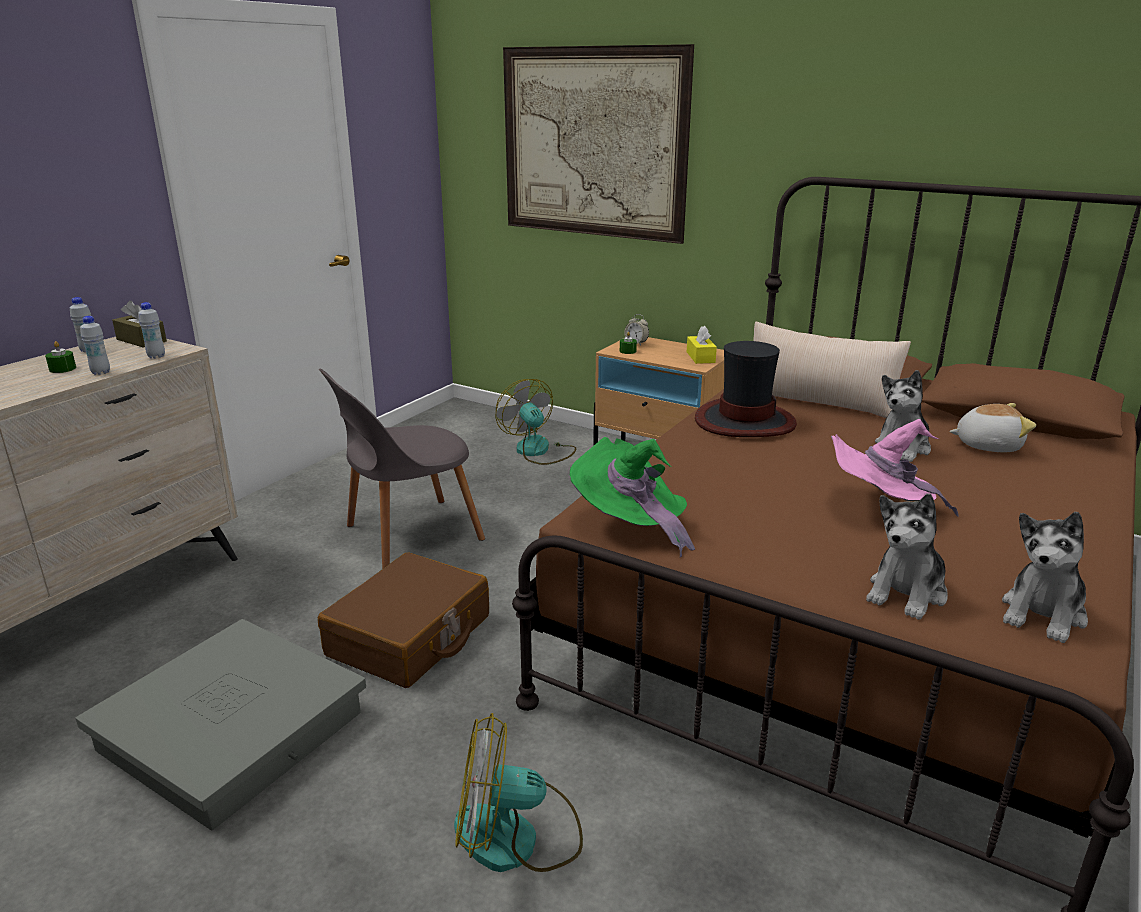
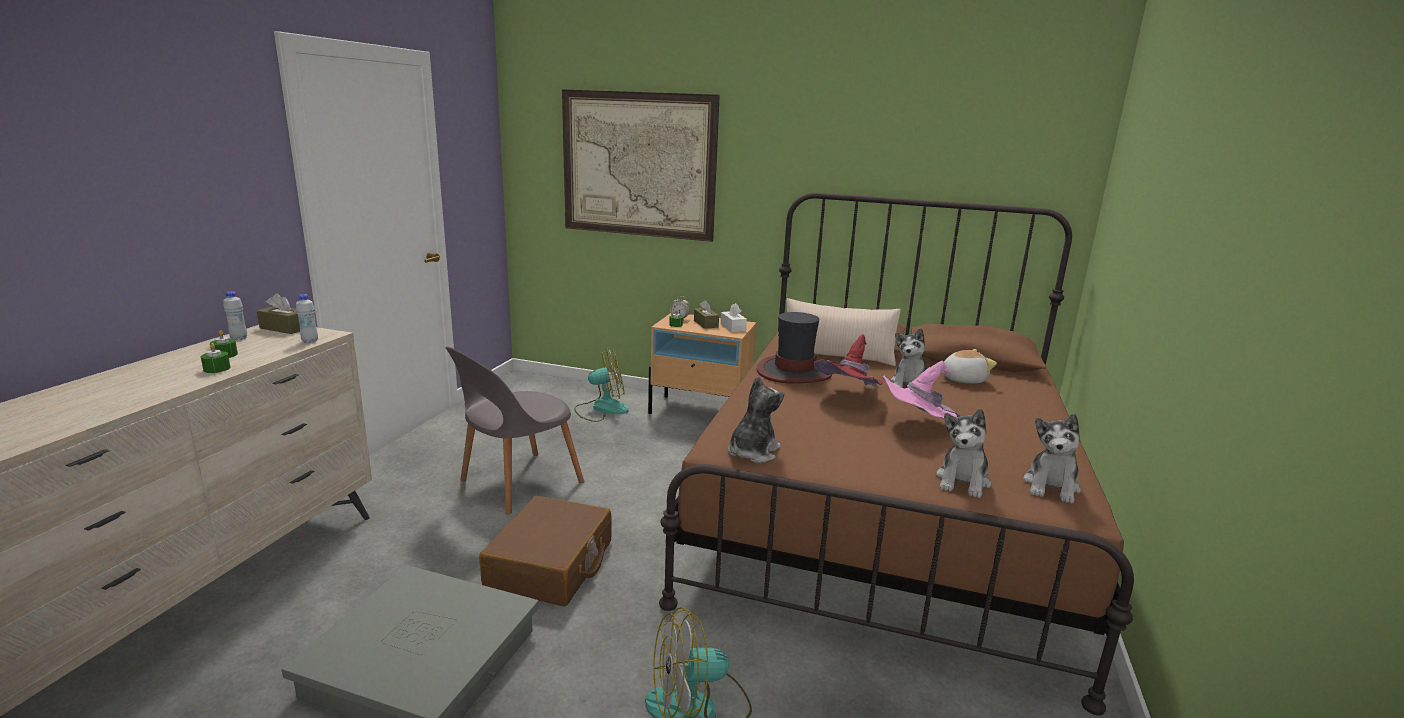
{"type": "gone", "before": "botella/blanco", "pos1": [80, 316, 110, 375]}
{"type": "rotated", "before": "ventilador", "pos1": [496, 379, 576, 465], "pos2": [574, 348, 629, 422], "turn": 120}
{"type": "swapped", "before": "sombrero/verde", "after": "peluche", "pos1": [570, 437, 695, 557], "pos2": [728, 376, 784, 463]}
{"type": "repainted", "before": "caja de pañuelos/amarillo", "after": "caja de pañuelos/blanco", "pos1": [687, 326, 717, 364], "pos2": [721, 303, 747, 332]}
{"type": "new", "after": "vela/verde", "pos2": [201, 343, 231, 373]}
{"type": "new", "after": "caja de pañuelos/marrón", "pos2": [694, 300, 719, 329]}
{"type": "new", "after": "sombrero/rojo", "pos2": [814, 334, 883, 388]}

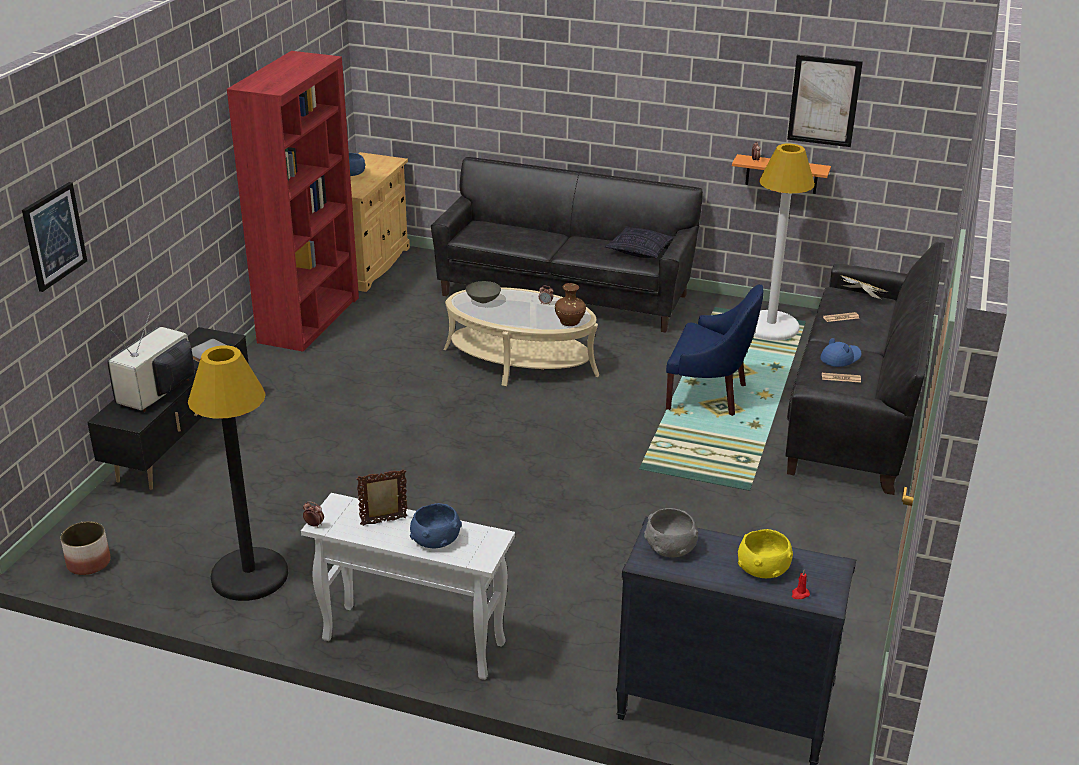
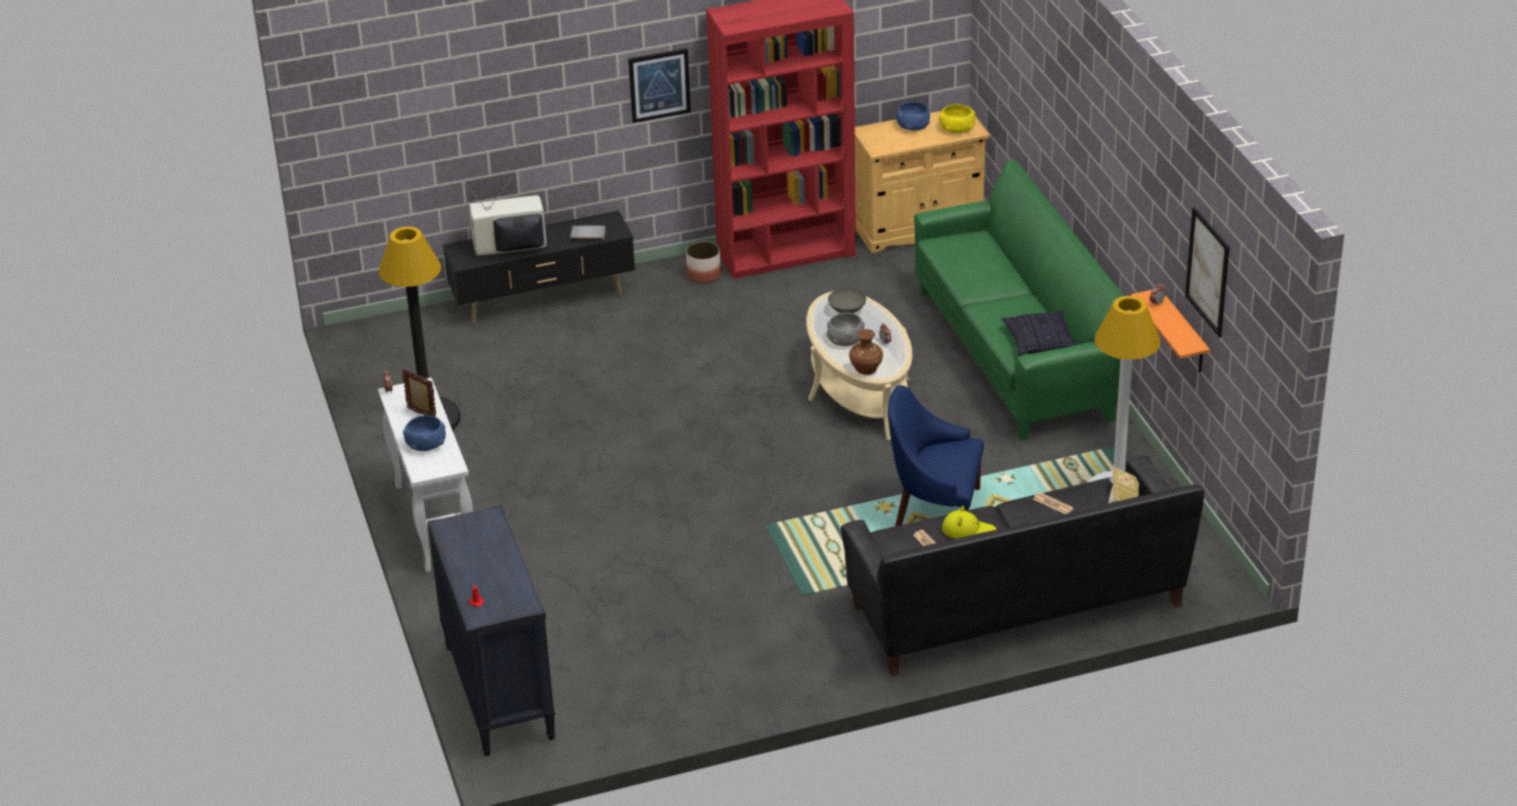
{"type": "shifted", "before": "cuadro", "pos1": [22, 182, 87, 292], "pos2": [628, 48, 691, 123]}
{"type": "shifted", "before": "maceta", "pos1": [60, 521, 111, 575], "pos2": [686, 241, 721, 284]}
{"type": "repainted", "before": "sofá/negro", "after": "sofá/verde", "pos1": [431, 157, 703, 333], "pos2": [914, 160, 1124, 441]}
{"type": "shifted", "before": "cuenco/gris", "pos1": [644, 508, 698, 557], "pos2": [826, 312, 865, 346]}
{"type": "rotated", "before": "sillón/azul", "pos1": [666, 284, 763, 416], "pos2": [888, 385, 984, 526], "turn": 120}
{"type": "shifted", "before": "cuenco/amarillo", "pos1": [738, 529, 793, 578], "pos2": [939, 104, 975, 133]}
{"type": "repainted", "before": "sombrero/azul", "after": "sombrero/amarillo", "pos1": [820, 338, 862, 367], "pos2": [942, 506, 997, 539]}

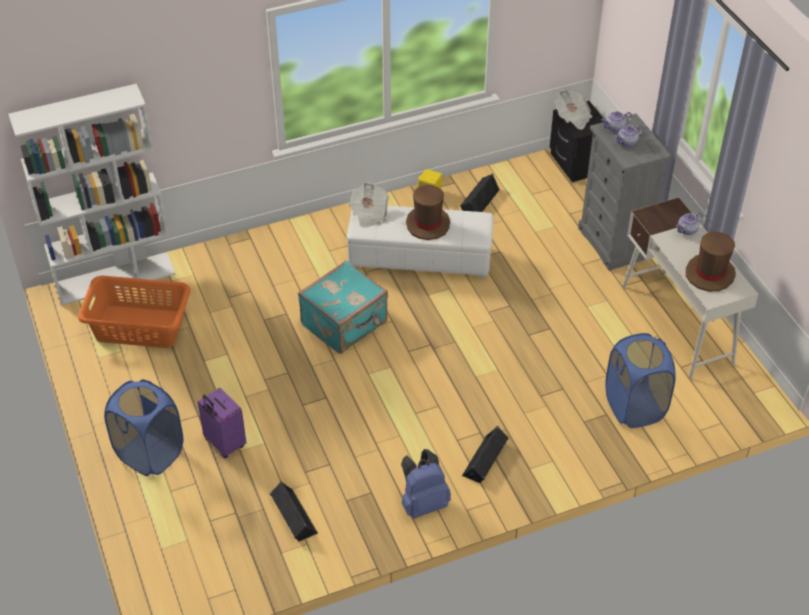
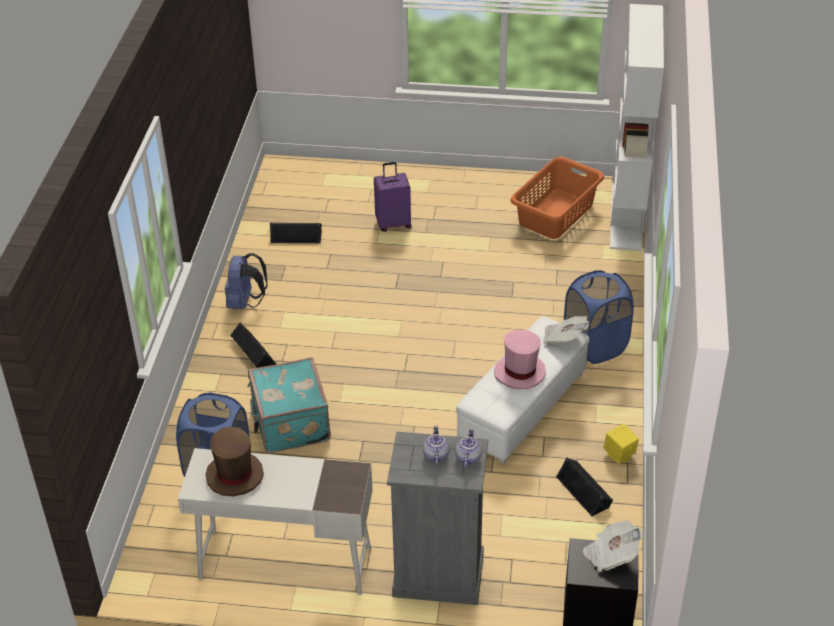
{"type": "shifted", "before": "cesto de la ropa/azul", "pos1": [104, 380, 183, 476], "pos2": [564, 270, 634, 364]}
{"type": "shifted", "before": "maleta/turquesa", "pos1": [298, 260, 388, 354], "pos2": [248, 357, 331, 453]}
{"type": "repainted", "before": "sombrero/marrón", "after": "sombrero/rosa", "pos1": [406, 185, 450, 240], "pos2": [494, 330, 546, 389]}
{"type": "gone", "before": "tetera", "pos1": [676, 212, 703, 235]}

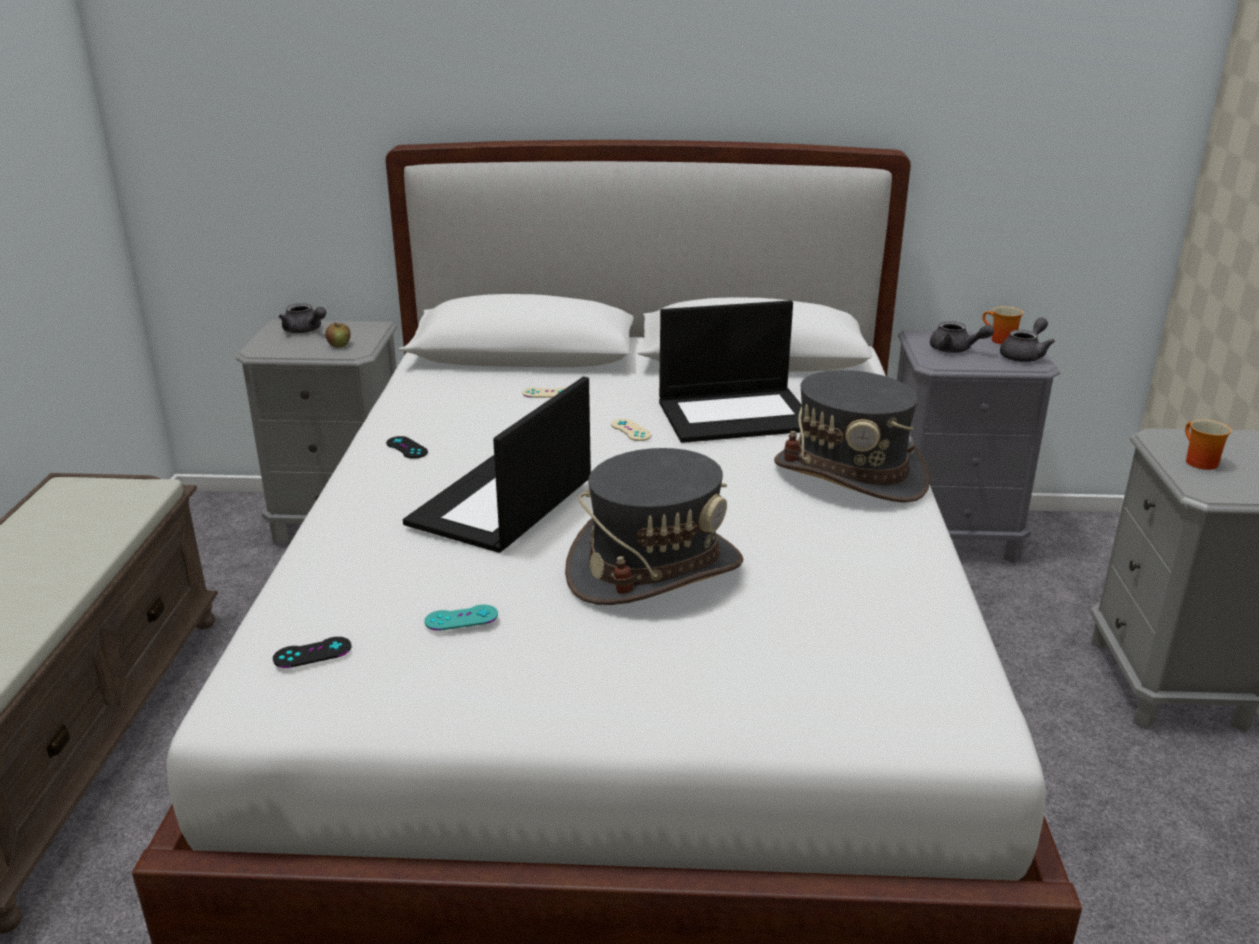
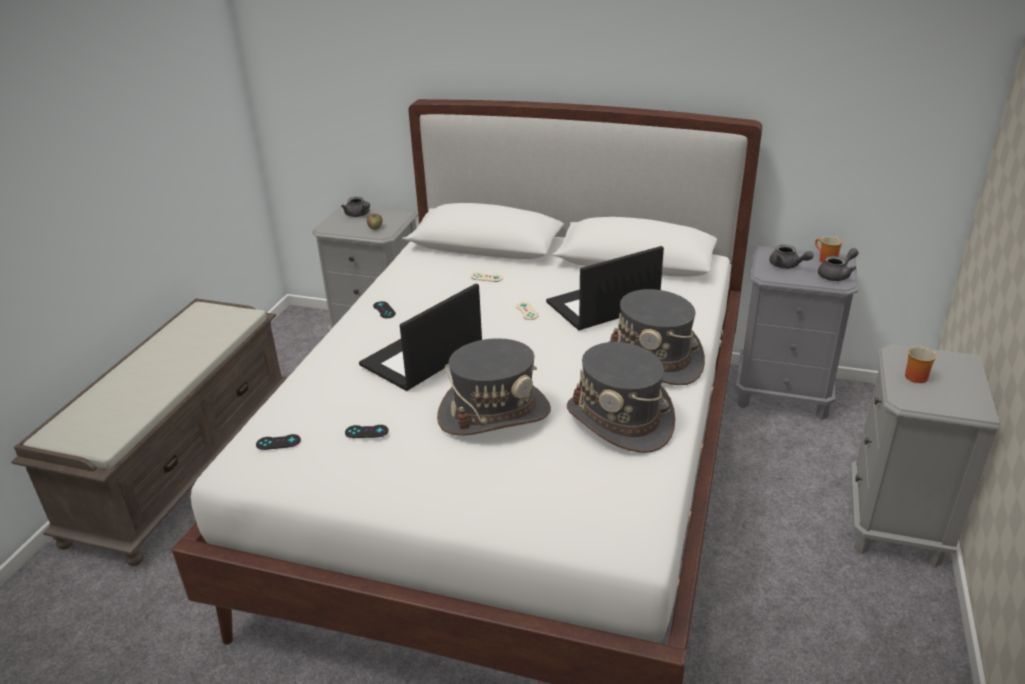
{"type": "repainted", "before": "mando de consola/turquesa", "after": "mando de consola/negro", "pos1": [424, 605, 498, 631], "pos2": [345, 425, 389, 438]}
{"type": "rotated", "before": "portátil", "pos1": [659, 300, 802, 443], "pos2": [546, 246, 664, 330], "turn": 150}
{"type": "new", "after": "sombrero/gris", "pos2": [567, 342, 675, 453]}

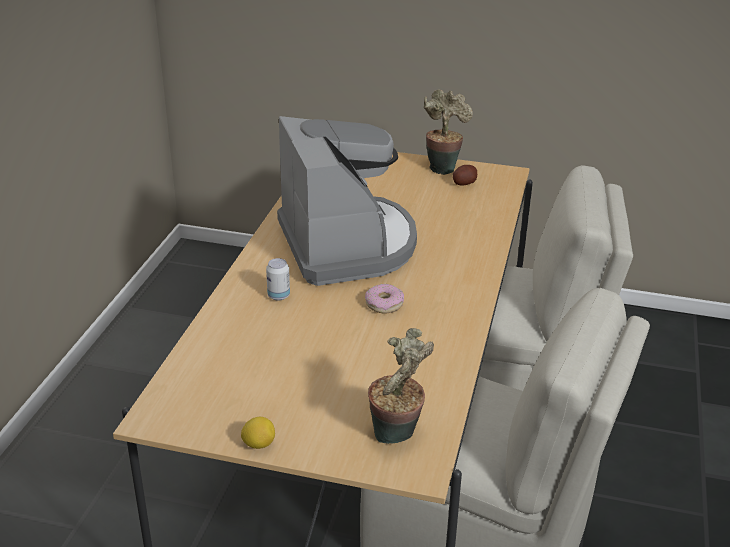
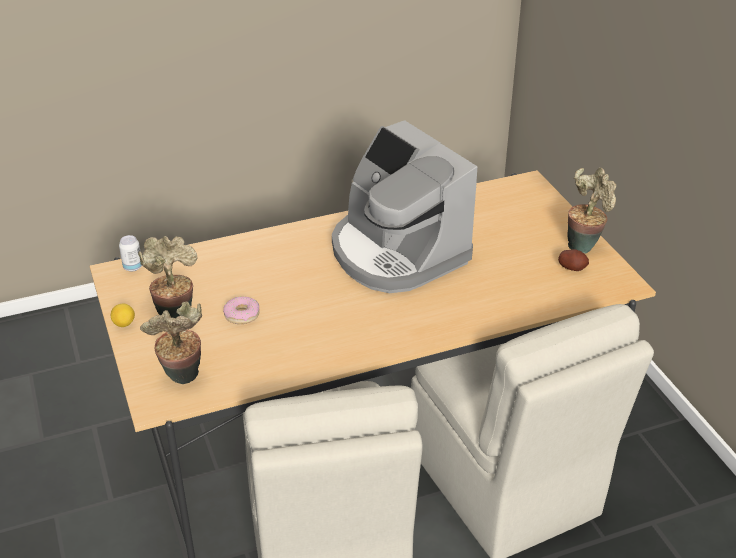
{"type": "shifted", "before": "lata", "pos1": [266, 258, 290, 301], "pos2": [119, 235, 142, 272]}
{"type": "rotated", "before": "cafetera", "pos1": [277, 116, 417, 286], "pos2": [332, 120, 478, 293], "turn": 105}
{"type": "shifted", "before": "rosquilla", "pos1": [365, 284, 404, 314], "pos2": [223, 296, 260, 324]}
{"type": "new", "after": "planta en maceta", "pos2": [138, 236, 197, 318]}

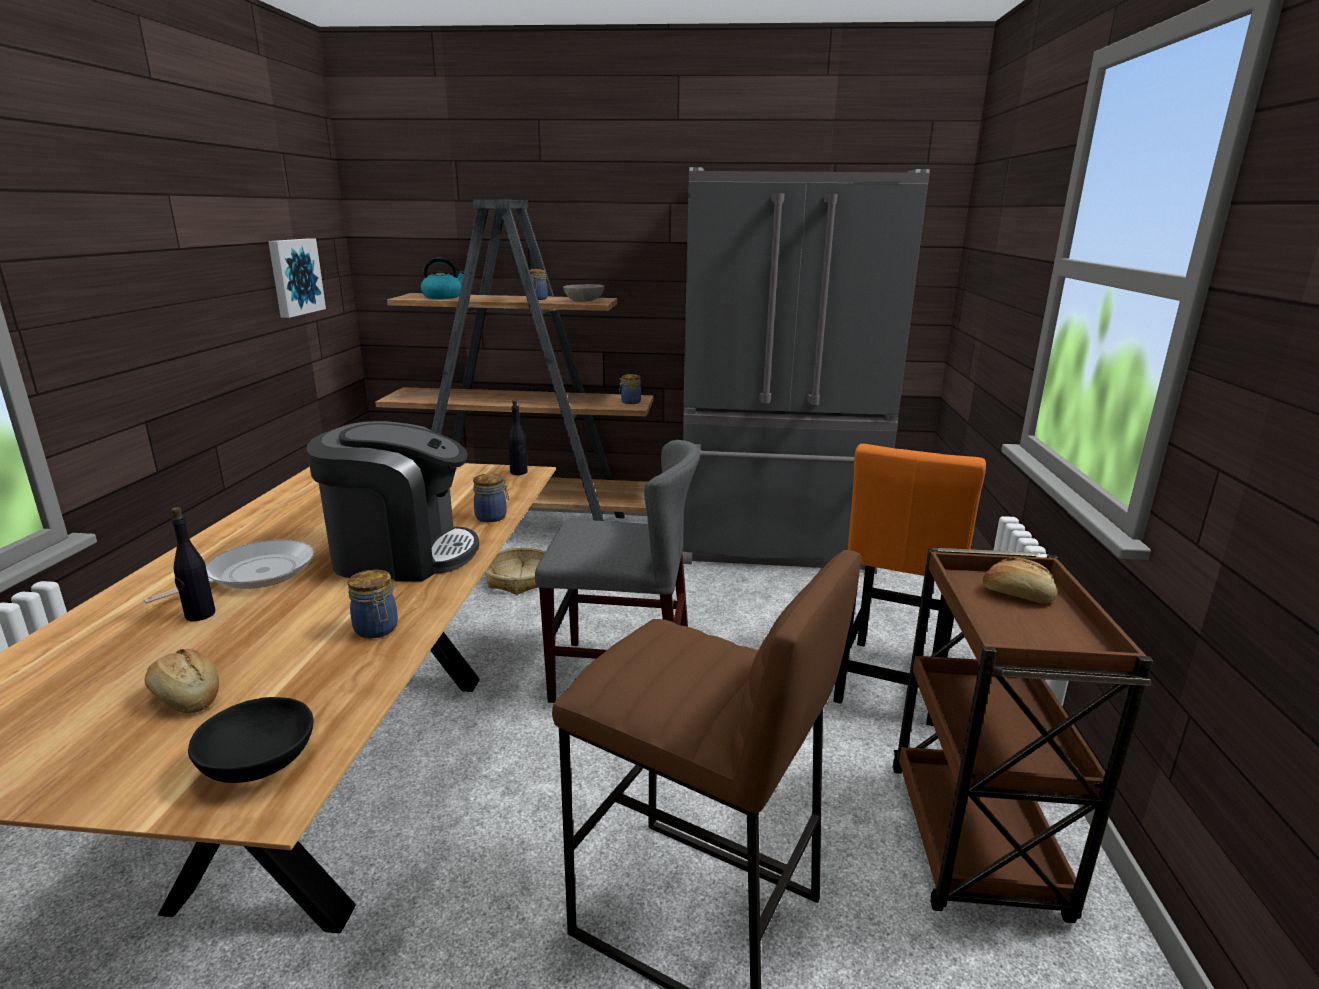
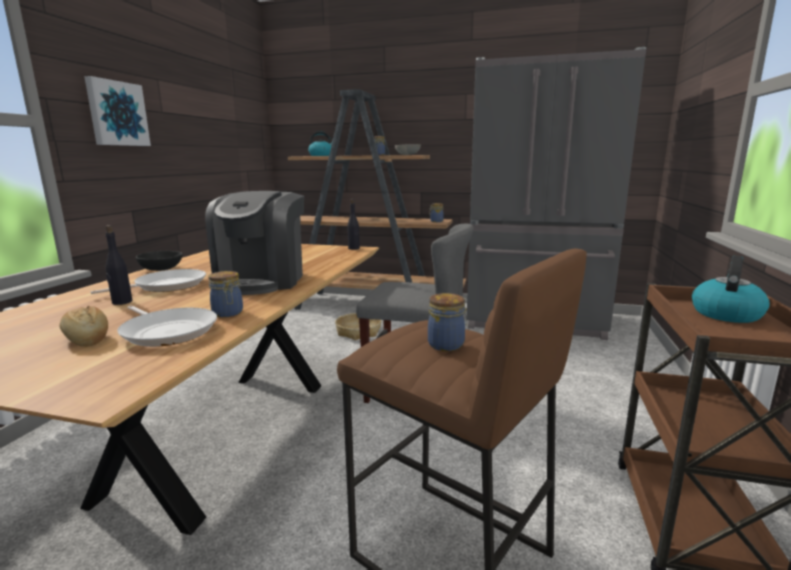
{"type": "shifted", "before": "cuenco/negro", "pos1": [188, 697, 313, 783], "pos2": [136, 251, 183, 271]}
{"type": "shifted", "before": "cuadro", "pos1": [268, 238, 326, 318], "pos2": [84, 76, 151, 146]}
{"type": "rotated", "before": "cafetera", "pos1": [307, 421, 479, 581], "pos2": [205, 191, 304, 295], "turn": 90}
{"type": "shifted", "before": "tarro", "pos1": [473, 474, 509, 522], "pos2": [428, 293, 467, 351]}
{"type": "gone", "before": "taburete/naranja", "pos1": [833, 444, 986, 726]}
{"type": "swapped", "before": "pan", "after": "hervidor", "pos1": [983, 558, 1057, 604], "pos2": [692, 255, 770, 323]}
{"type": "new", "after": "sartén", "pos2": [117, 305, 217, 347]}

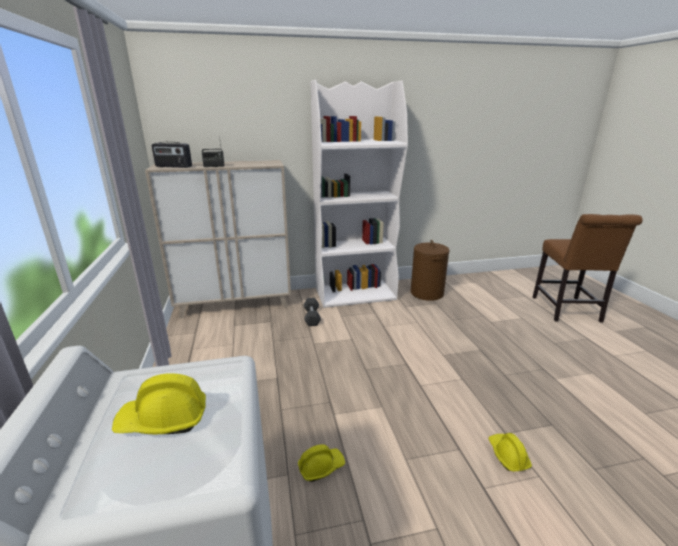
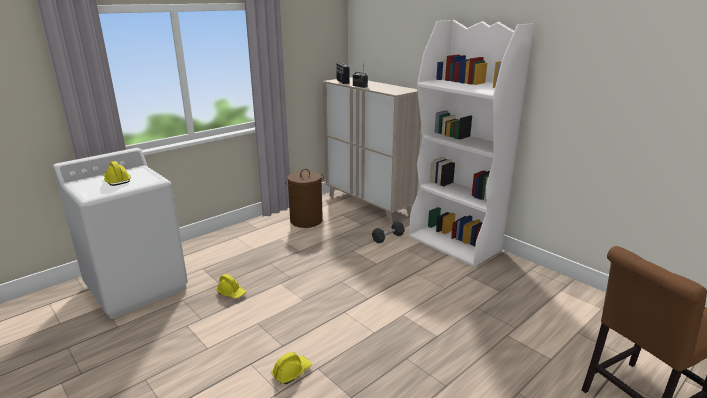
{"type": "shifted", "before": "cesto de la ropa/marrón", "pos1": [411, 240, 450, 301], "pos2": [285, 169, 324, 228]}

